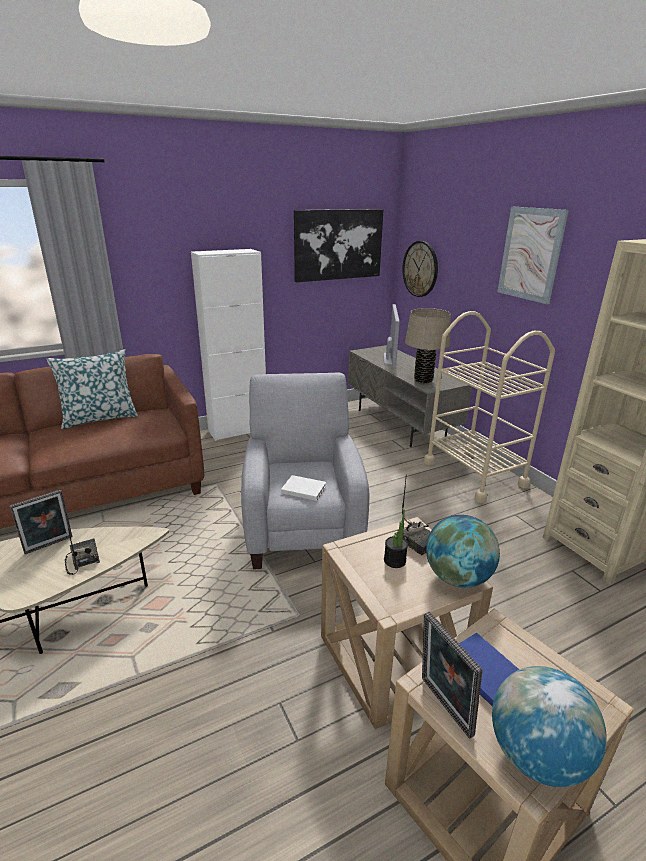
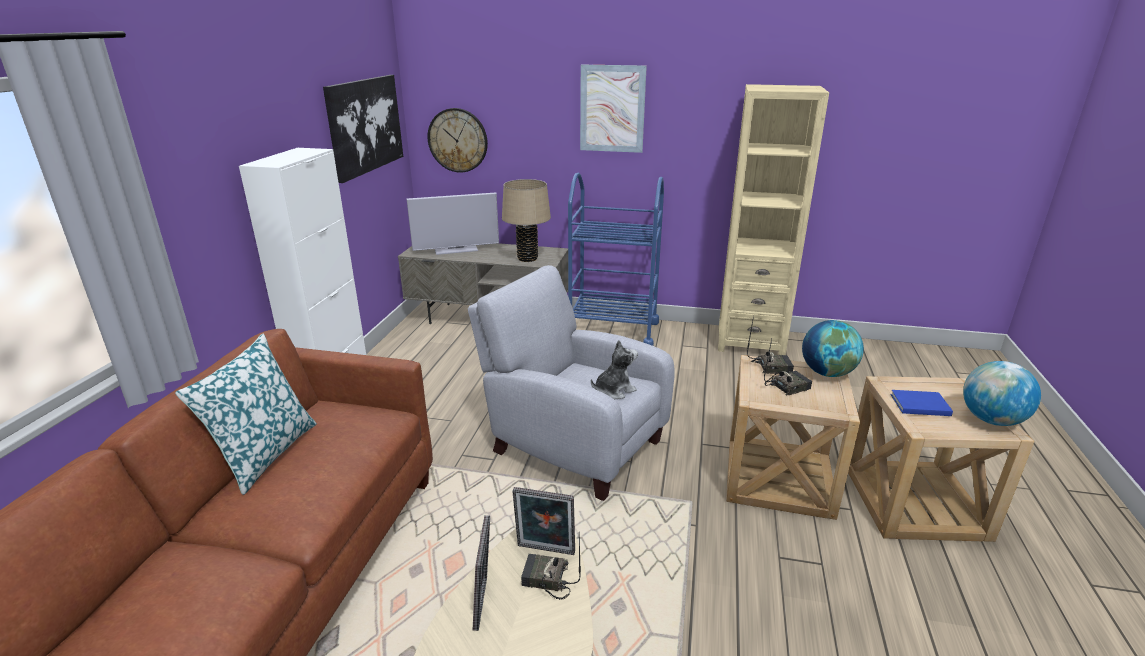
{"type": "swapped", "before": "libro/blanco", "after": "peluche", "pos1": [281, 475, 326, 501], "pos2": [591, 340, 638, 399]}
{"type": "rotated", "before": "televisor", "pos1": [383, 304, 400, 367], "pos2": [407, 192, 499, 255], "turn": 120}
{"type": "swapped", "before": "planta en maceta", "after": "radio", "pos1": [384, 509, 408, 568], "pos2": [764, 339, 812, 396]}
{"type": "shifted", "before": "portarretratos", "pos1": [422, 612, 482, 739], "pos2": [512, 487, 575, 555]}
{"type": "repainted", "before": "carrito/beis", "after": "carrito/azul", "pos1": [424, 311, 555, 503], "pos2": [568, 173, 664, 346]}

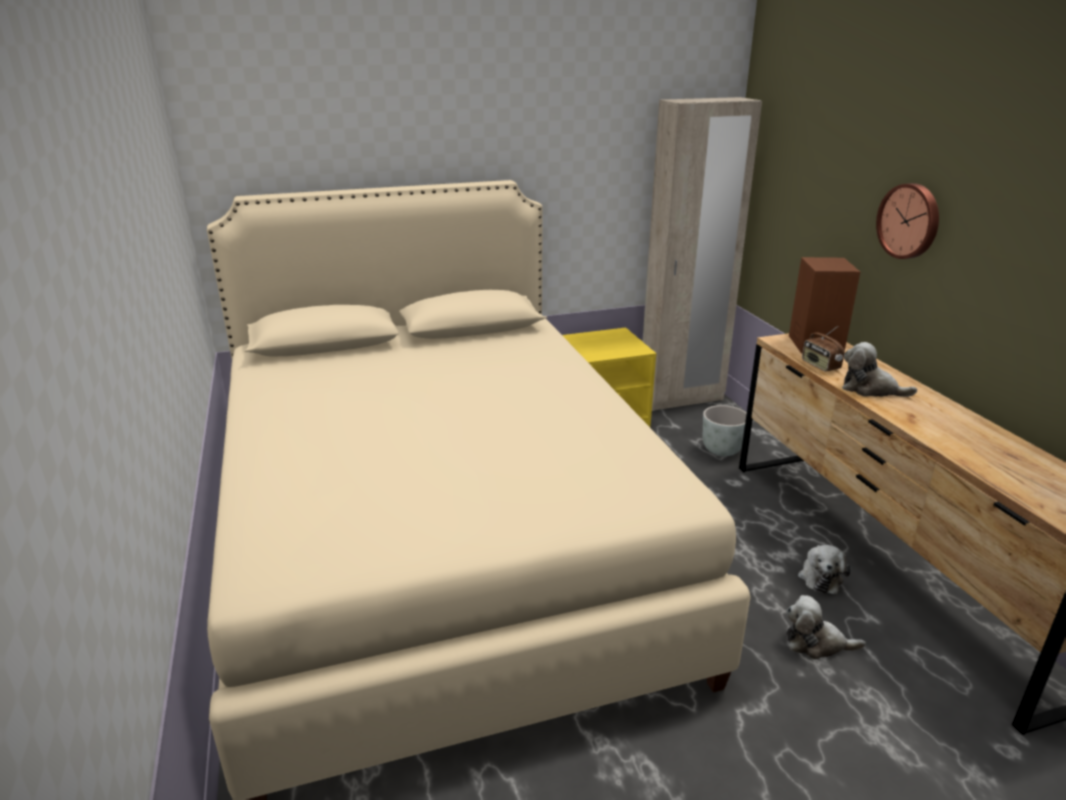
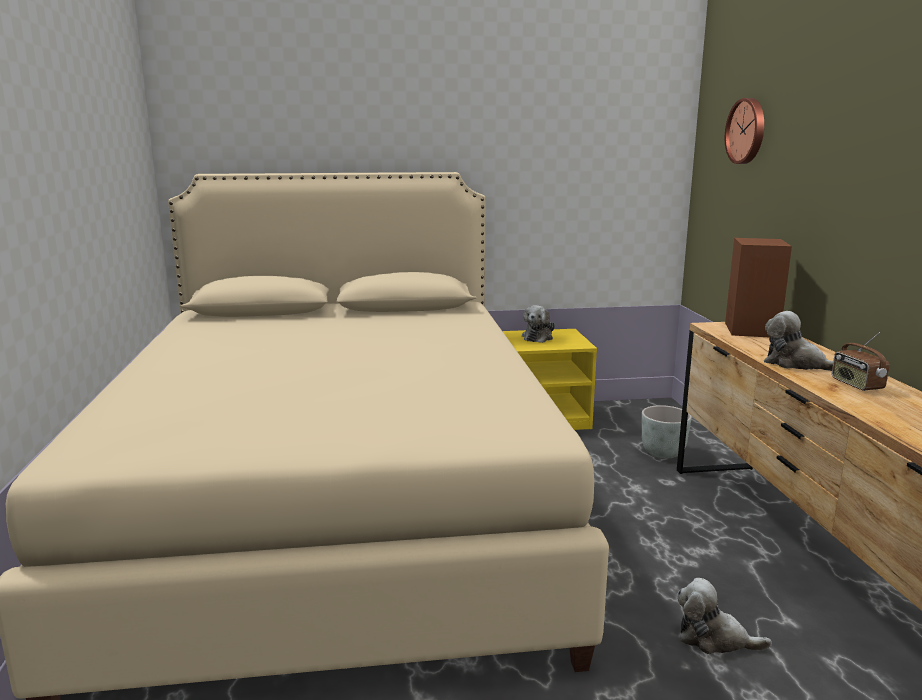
{"type": "gone", "before": "armario ropero/beis", "pos1": [643, 97, 762, 411]}
{"type": "shifted", "before": "peluche", "pos1": [798, 545, 850, 594], "pos2": [522, 305, 555, 343]}
{"type": "shifted", "before": "radio", "pos1": [802, 326, 845, 372], "pos2": [832, 332, 889, 391]}
{"type": "shifted", "before": "reloj de pared", "pos1": [876, 183, 939, 259], "pos2": [725, 98, 764, 164]}

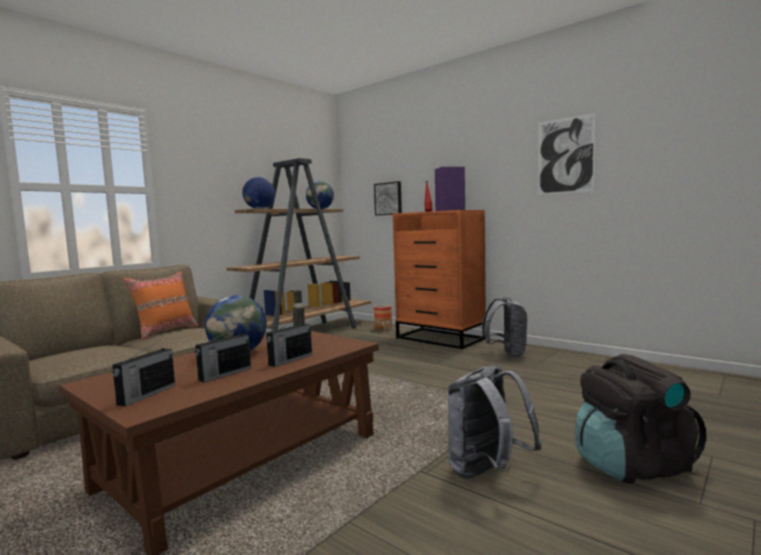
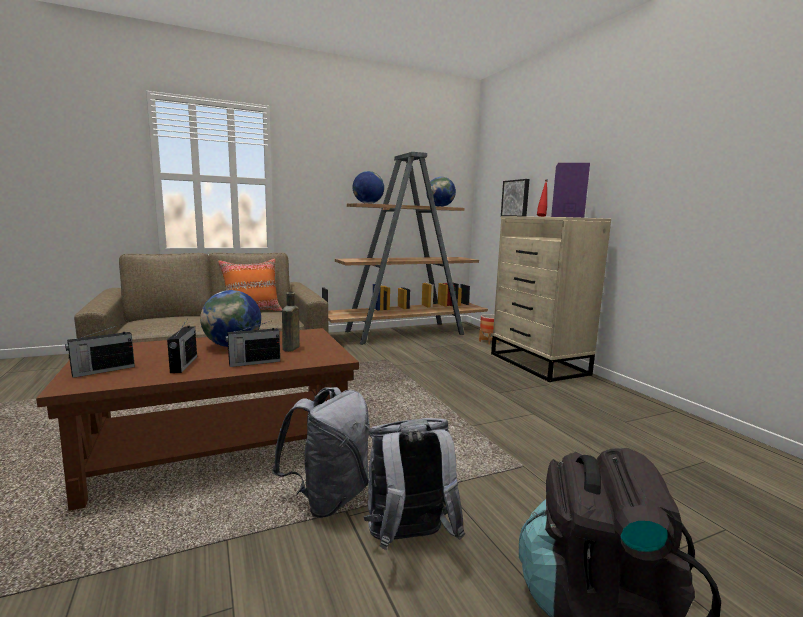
{"type": "rotated", "before": "radio", "pos1": [195, 326, 251, 383], "pos2": [167, 320, 197, 373], "turn": -75}
{"type": "repainted", "before": "cómoda/naranja", "after": "cómoda/beis", "pos1": [392, 210, 486, 349], "pos2": [491, 216, 611, 382]}
{"type": "shifted", "before": "mochila/gris", "pos1": [482, 297, 527, 358], "pos2": [272, 387, 370, 518]}
{"type": "gone", "before": "cuadro", "pos1": [538, 113, 596, 195]}

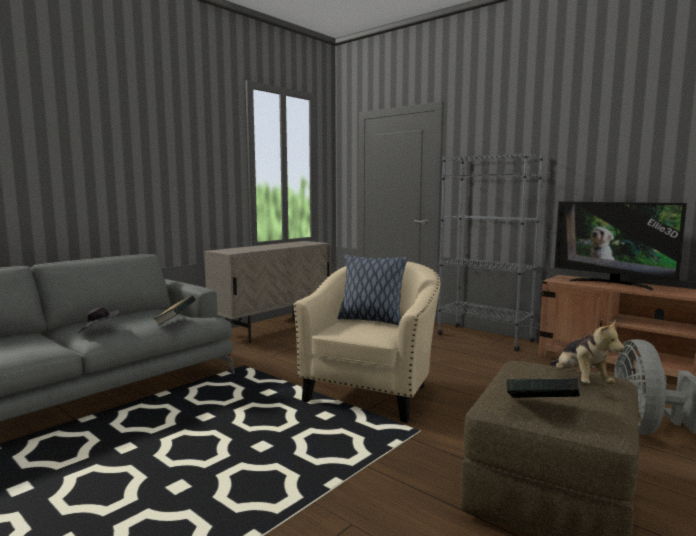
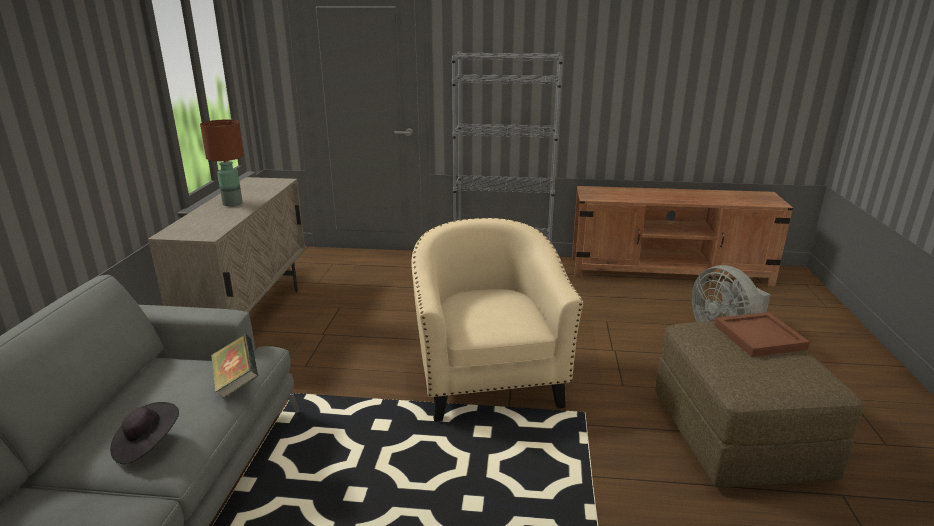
{"type": "gone", "before": "cojín", "pos1": [337, 255, 407, 325]}
{"type": "gone", "before": "libro", "pos1": [506, 378, 580, 398]}
{"type": "swapped", "before": "peluche", "after": "bandeja/marrón", "pos1": [550, 319, 624, 384], "pos2": [715, 312, 810, 357]}
{"type": "gone", "before": "televisor", "pos1": [554, 202, 687, 291]}
{"type": "new", "after": "lámpara de mesa/marrón", "pos2": [200, 119, 244, 206]}

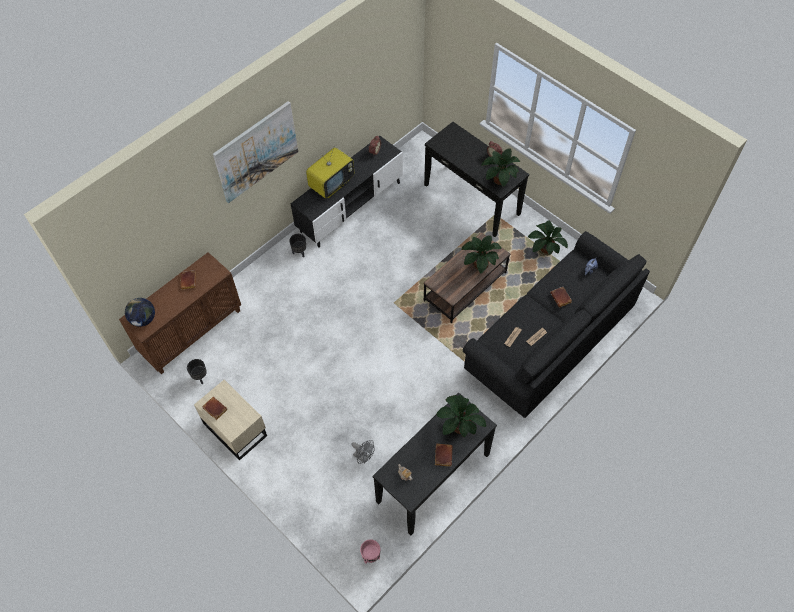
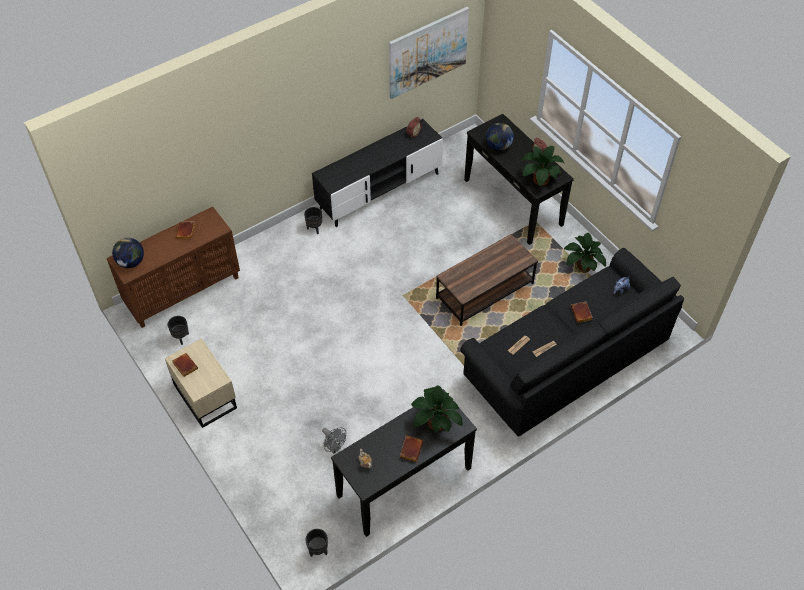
{"type": "shifted", "before": "cuadro", "pos1": [213, 101, 298, 203], "pos2": [389, 7, 469, 99]}
{"type": "gone", "before": "televisor", "pos1": [306, 148, 354, 198]}
{"type": "repainted", "before": "maceta/rosa", "after": "maceta/negro", "pos1": [360, 539, 381, 563], "pos2": [305, 529, 328, 557]}
{"type": "gone", "before": "planta en maceta", "pos1": [461, 235, 502, 273]}
{"type": "new", "after": "globo terráqueo", "pos2": [486, 123, 514, 151]}

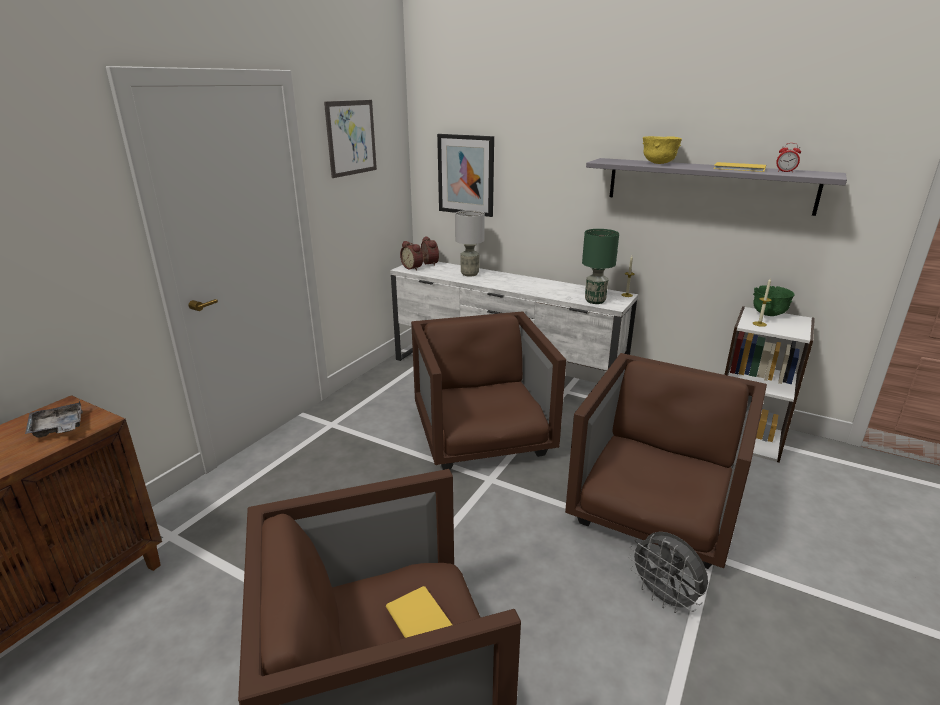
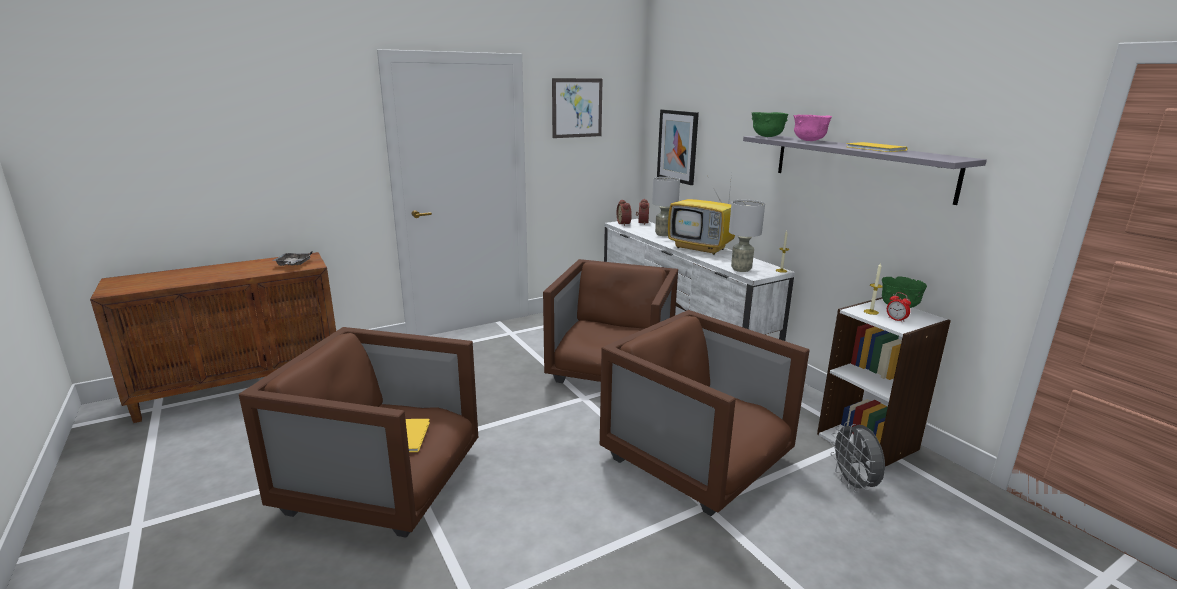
{"type": "rotated", "before": "sillón/marrón", "pos1": [565, 353, 767, 569], "pos2": [600, 310, 809, 516], "turn": -105}
{"type": "repainted", "before": "lámpara de mesa/verde", "after": "lámpara de mesa/gris", "pos1": [582, 229, 619, 304], "pos2": [729, 200, 765, 272]}
{"type": "shifted", "before": "ventilador/gris", "pos1": [628, 532, 708, 613], "pos2": [830, 422, 885, 493]}
{"type": "repainted", "before": "cuenco/amarillo", "after": "cuenco/rosa", "pos1": [643, 136, 682, 164], "pos2": [793, 115, 832, 141]}
{"type": "shifted", "before": "despertador", "pos1": [776, 143, 801, 172], "pos2": [887, 292, 911, 322]}
{"type": "new", "after": "televisor", "pos2": [668, 173, 735, 255]}
{"type": "new", "after": "cuenco/verde", "pos2": [751, 112, 789, 137]}

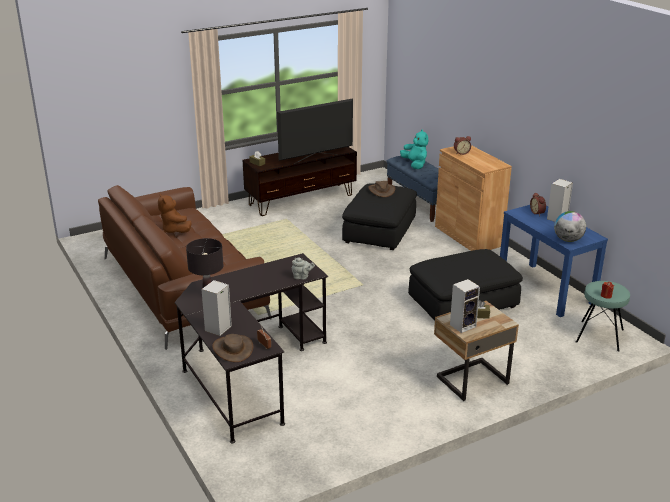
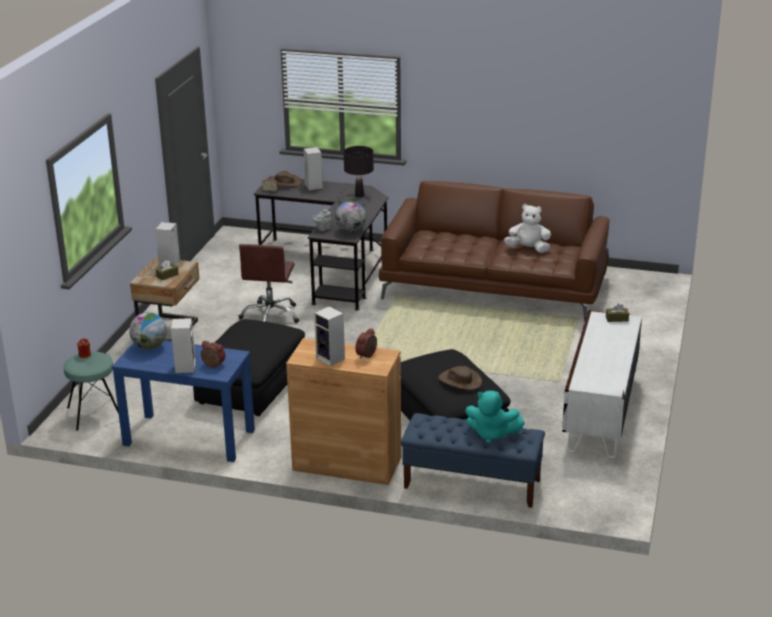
{"type": "repainted", "before": "peluche/marrón", "after": "peluche/blanco", "pos1": [158, 194, 192, 233], "pos2": [504, 204, 551, 253]}
{"type": "repainted", "before": "mueble de televisión/marrón", "after": "mueble de televisión/blanco", "pos1": [243, 147, 357, 216], "pos2": [562, 310, 642, 458]}
{"type": "gone", "before": "televisor", "pos1": [277, 98, 353, 164]}
{"type": "new", "after": "silla de oficina/marrón", "pos2": [238, 244, 299, 323]}
{"type": "new", "after": "altavoz", "pos2": [314, 306, 345, 366]}
{"type": "new", "after": "globo terráqueo", "pos2": [335, 201, 366, 232]}

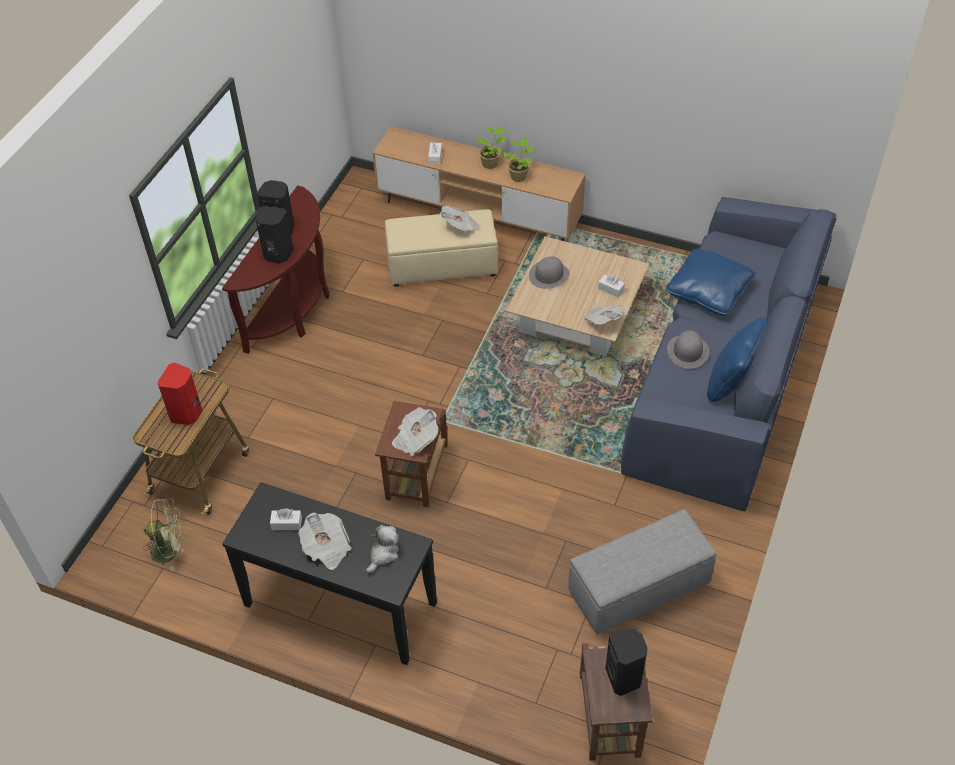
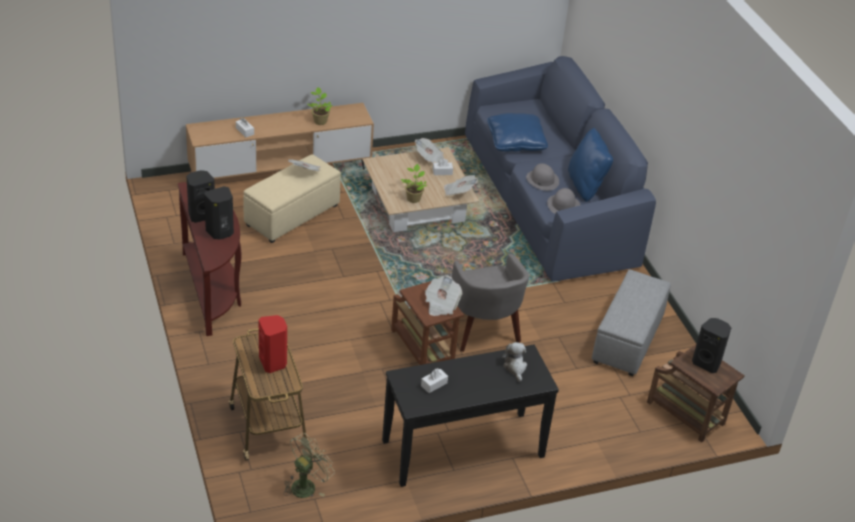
{"type": "shifted", "before": "periódico", "pos1": [298, 512, 351, 570], "pos2": [415, 138, 444, 163]}
{"type": "shifted", "before": "planta en maceta", "pos1": [474, 127, 507, 169], "pos2": [401, 164, 427, 203]}
{"type": "shifted", "before": "sombrero/gris", "pos1": [529, 256, 569, 289], "pos2": [547, 188, 580, 214]}
{"type": "new", "after": "sillón/gris", "pos2": [449, 253, 529, 352]}

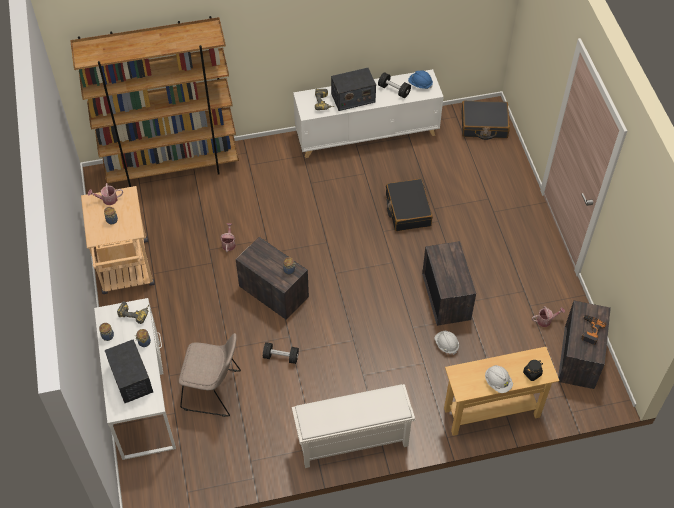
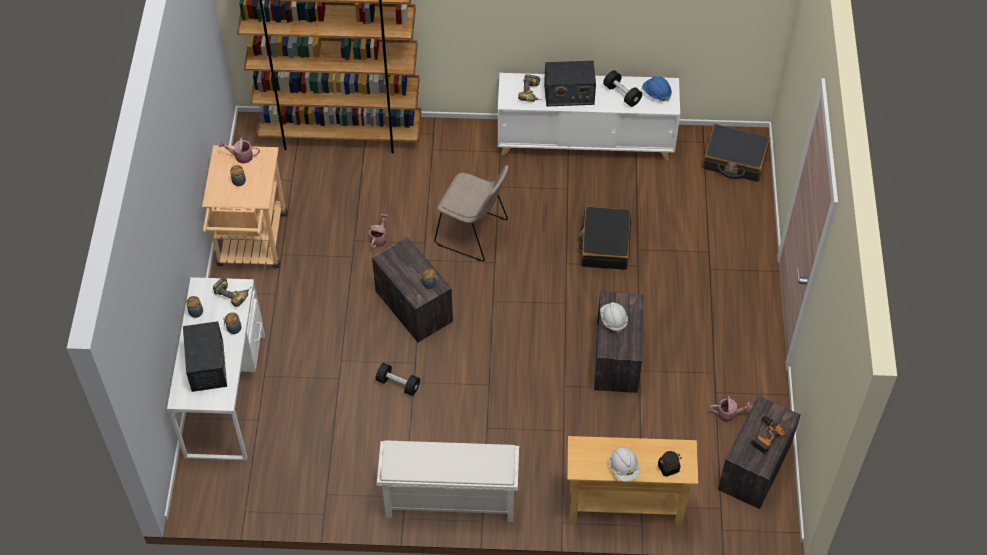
{"type": "shifted", "before": "silla/beis", "pos1": [179, 333, 241, 417], "pos2": [434, 165, 509, 262]}
{"type": "shifted", "before": "casco/blanco", "pos1": [434, 331, 459, 355], "pos2": [600, 302, 628, 333]}

